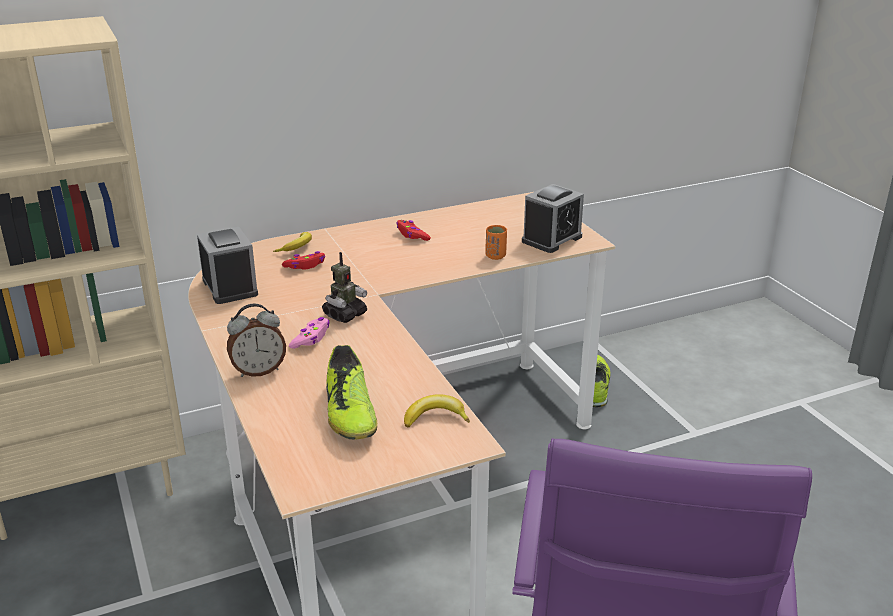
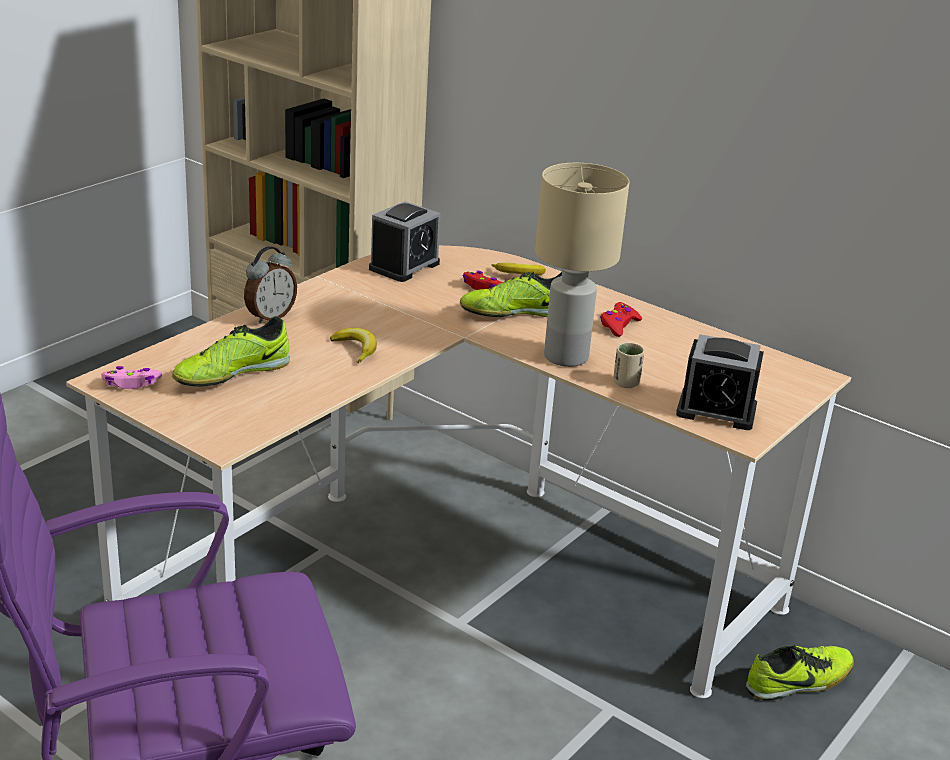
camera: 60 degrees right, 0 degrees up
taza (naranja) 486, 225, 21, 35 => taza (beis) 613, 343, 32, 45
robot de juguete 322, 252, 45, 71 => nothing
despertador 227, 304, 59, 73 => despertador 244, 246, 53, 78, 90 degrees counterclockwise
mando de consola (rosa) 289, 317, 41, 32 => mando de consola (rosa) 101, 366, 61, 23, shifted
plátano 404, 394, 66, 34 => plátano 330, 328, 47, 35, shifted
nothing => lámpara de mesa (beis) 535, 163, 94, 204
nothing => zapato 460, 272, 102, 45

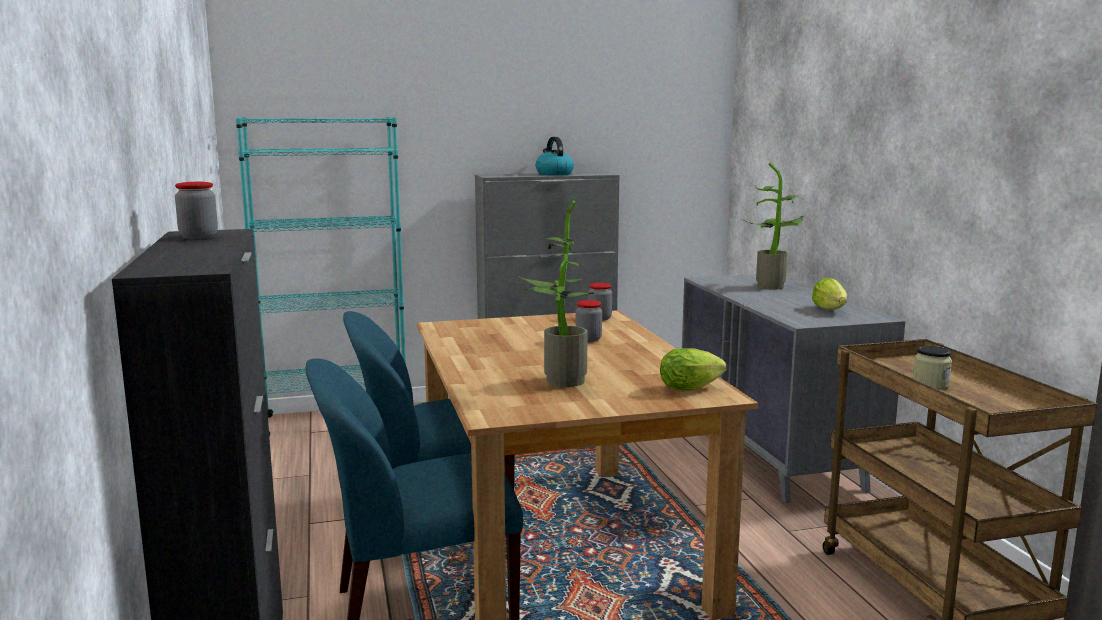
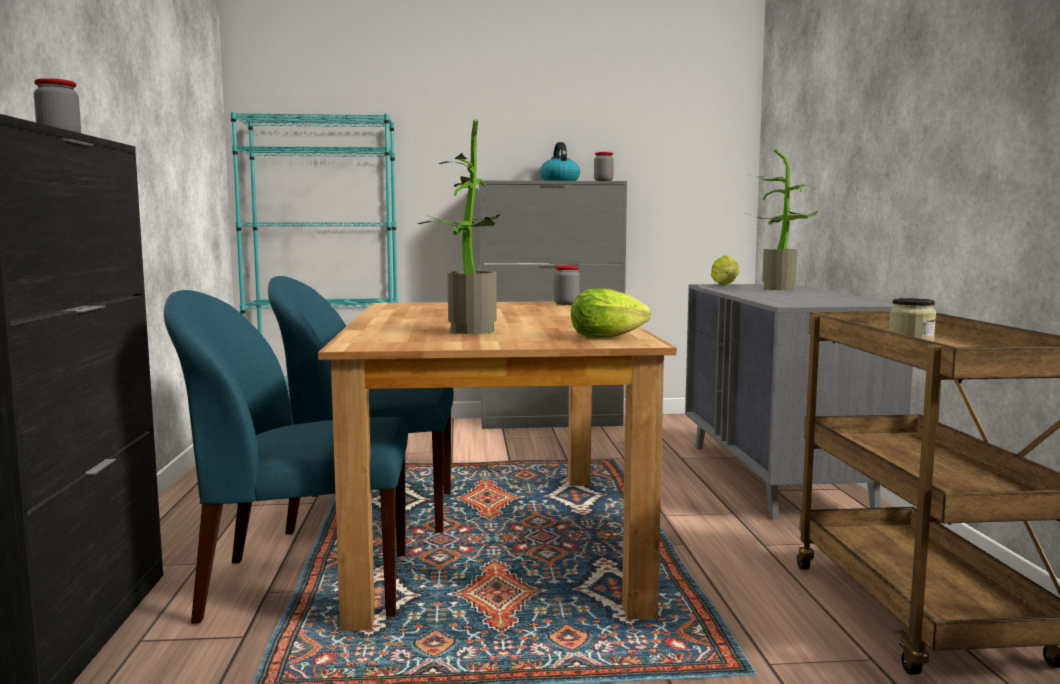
camera: 10 degrees right, 5 degrees down
lechuga 812, 278, 35, 32 => lechuga 711, 256, 29, 29, shifted
tarro 575, 300, 27, 42 => tarro 594, 152, 20, 29, shifted

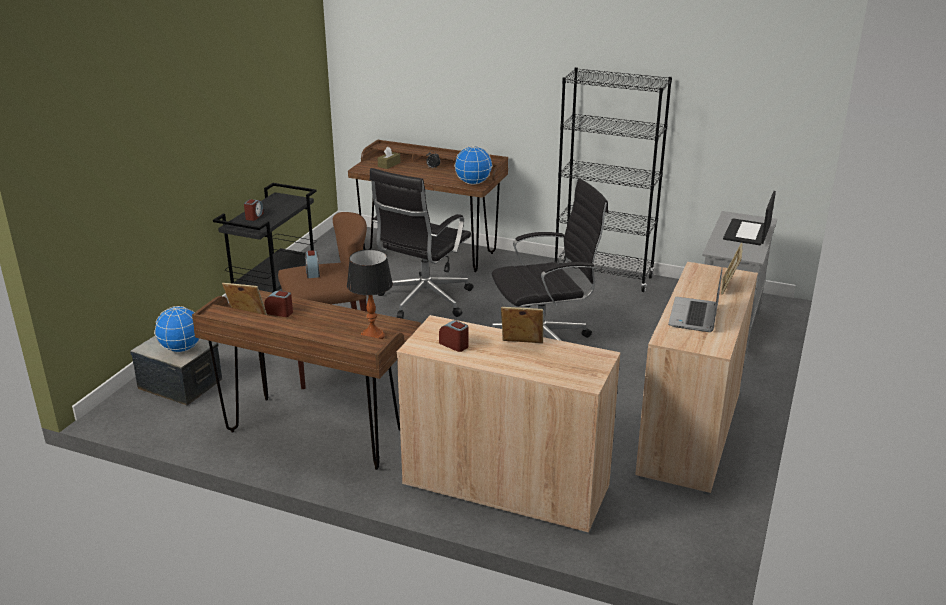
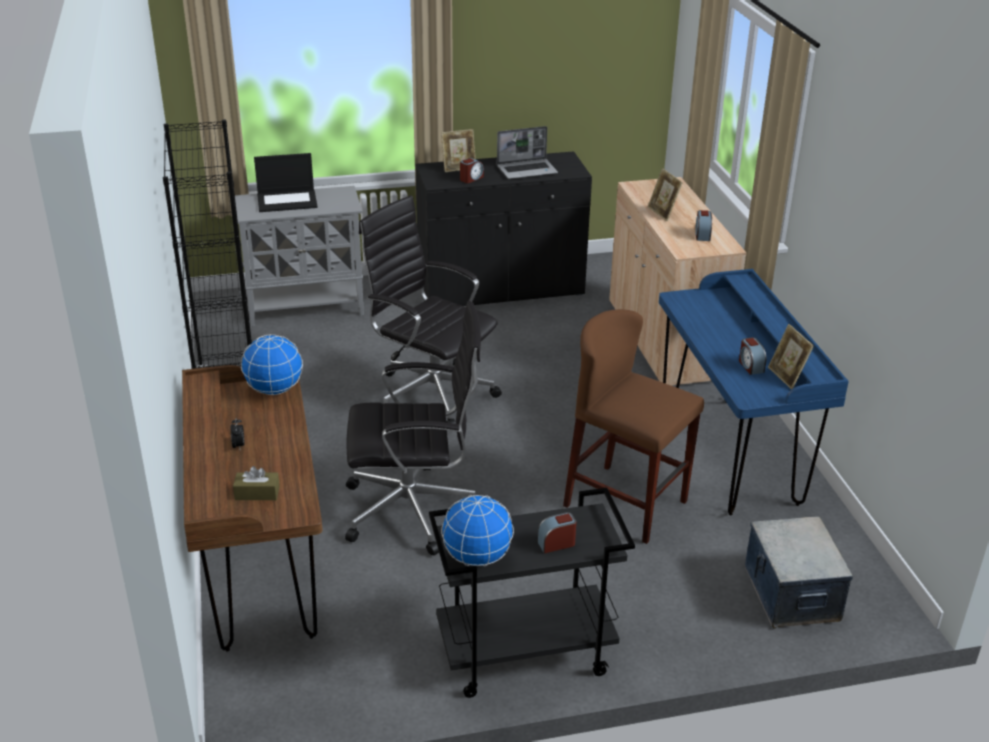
camera: 125 degrees left, 5 degrees up
lámpara de mesa 347, 249, 46, 90 => nothing
despertador 305, 250, 15, 28 => despertador 460, 158, 24, 25, shifted
armario (beis) 635, 262, 123, 233 => armario (negro) 415, 151, 177, 155
escritorio (marrón) 192, 290, 229, 180 => escritorio (azul) 659, 269, 190, 247
globo terráqueo 154, 306, 46, 47 => globo terráqueo 441, 495, 73, 71, shifted

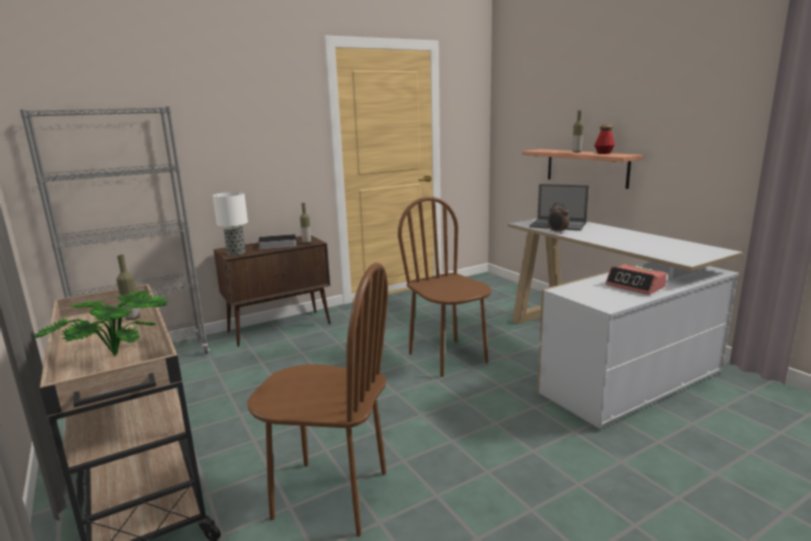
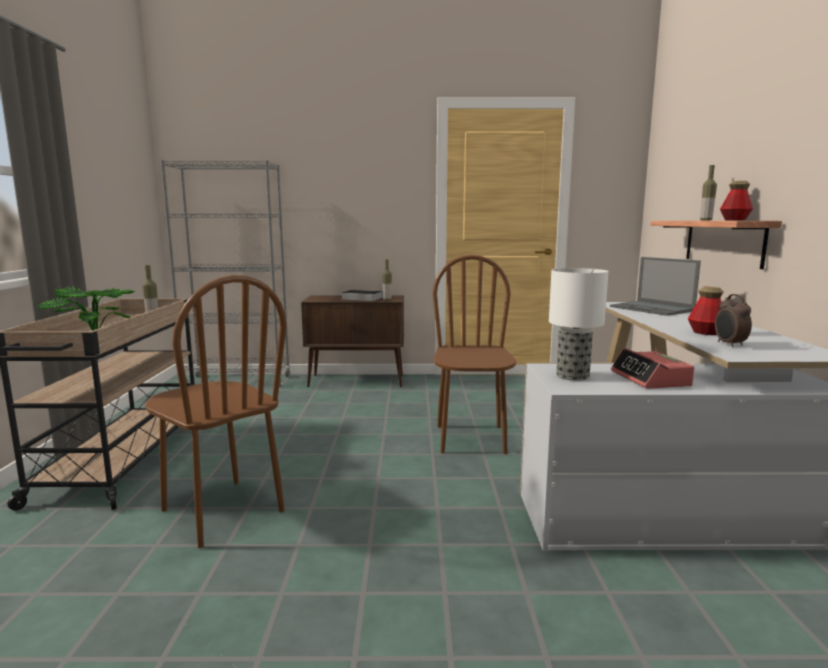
camera: 30 degrees right, 5 degrees down
lámpara de mesa 213, 192, 35, 64 => lámpara de mesa 549, 268, 59, 113, shifted
despertador 548, 203, 22, 31 => despertador 715, 294, 37, 53, shifted
nothing => botella 688, 286, 36, 49

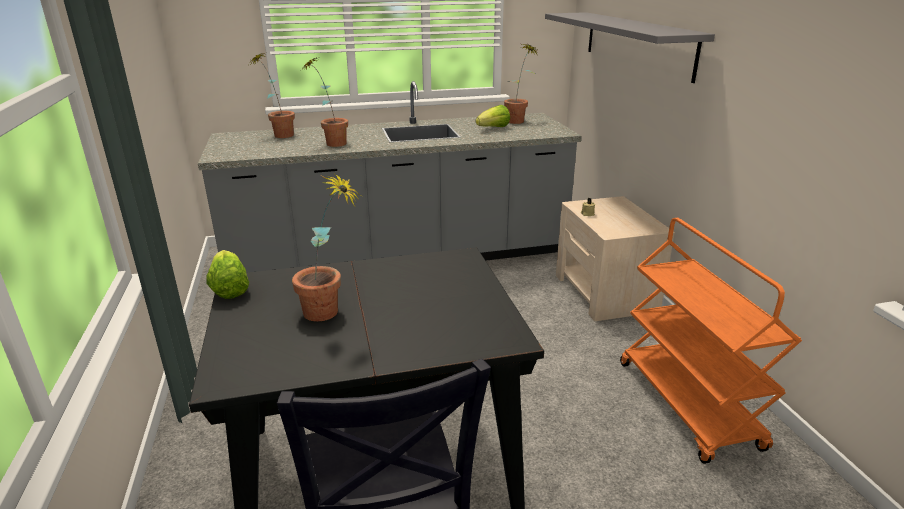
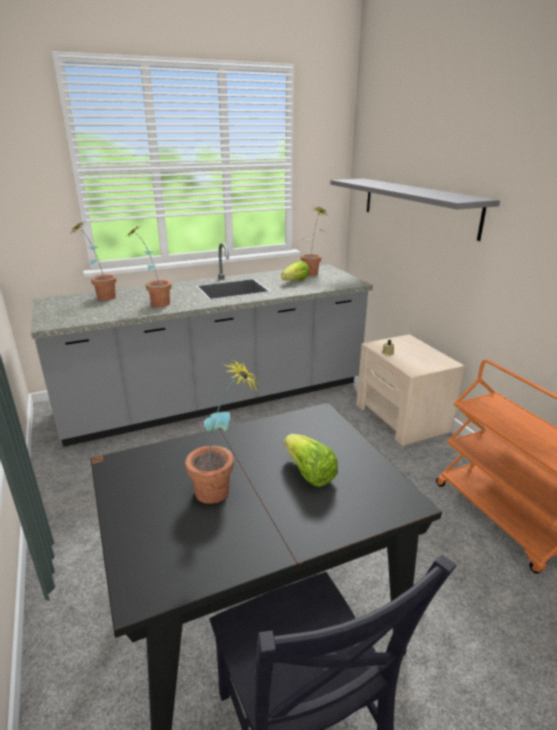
camera: 10 degrees left, 0 degrees up
lechuga 206, 250, 43, 49 => lechuga 284, 434, 54, 53, shifted

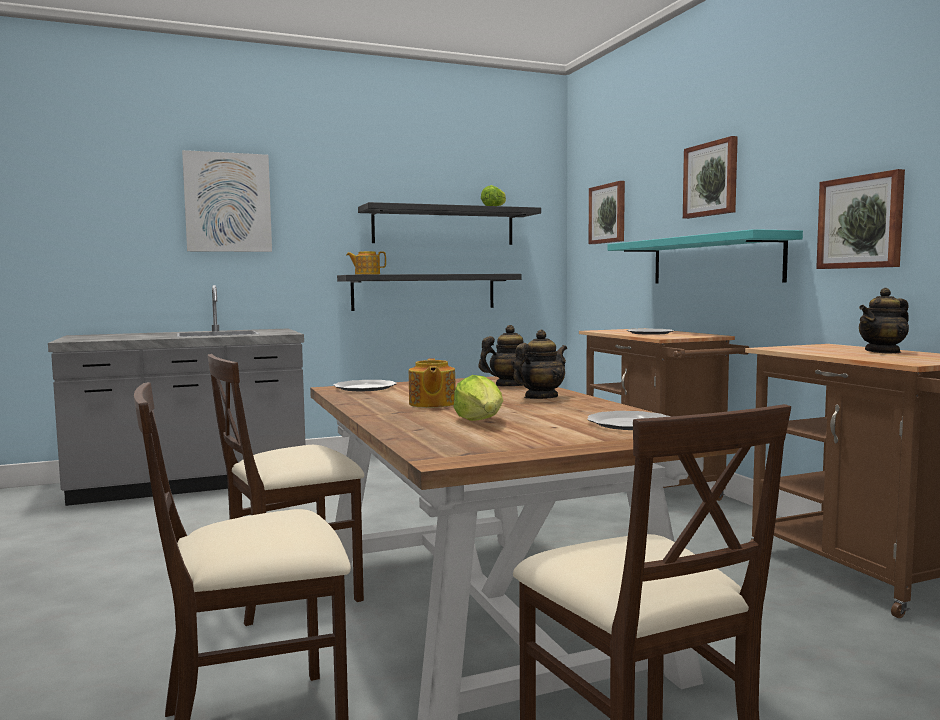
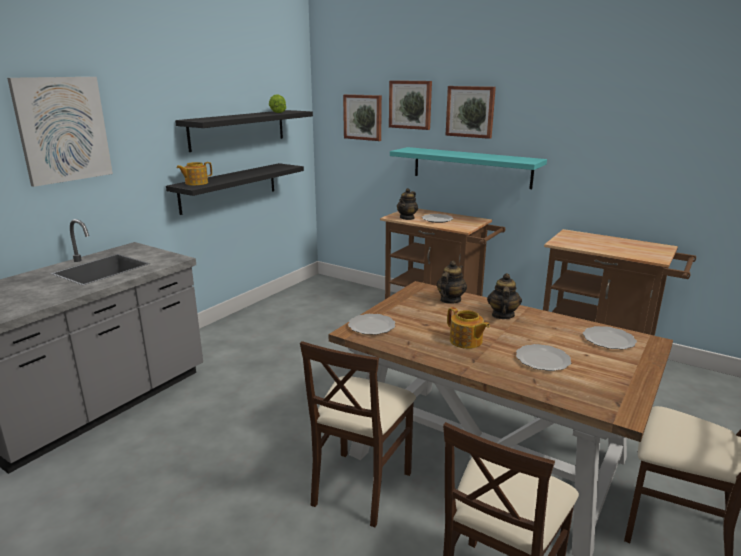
camera: 35 degrees left, 15 degrees up
cuadro 816, 169, 89, 100 => cuadro 389, 80, 43, 50, shifted
tetera 859, 288, 50, 65 => tetera 397, 188, 21, 32, shifted
lechuga 453, 375, 50, 46 => plato 516, 344, 55, 27

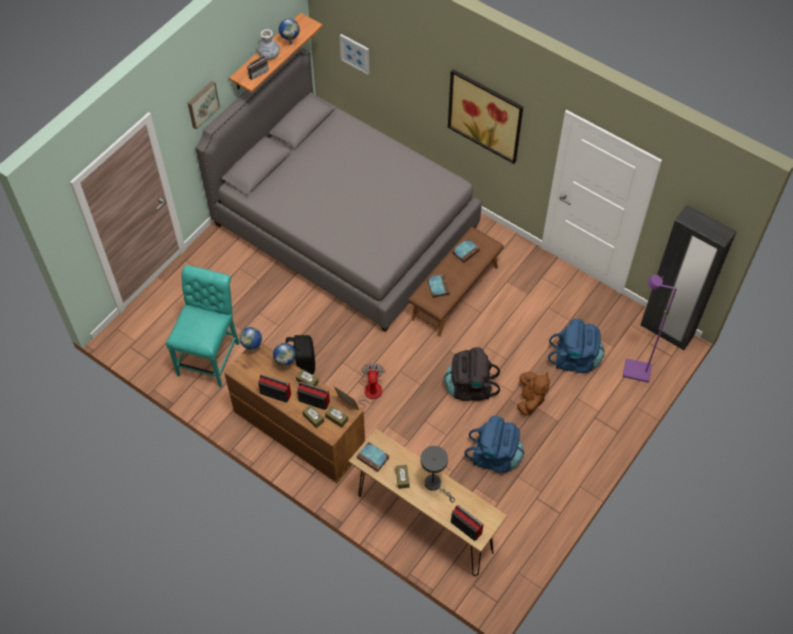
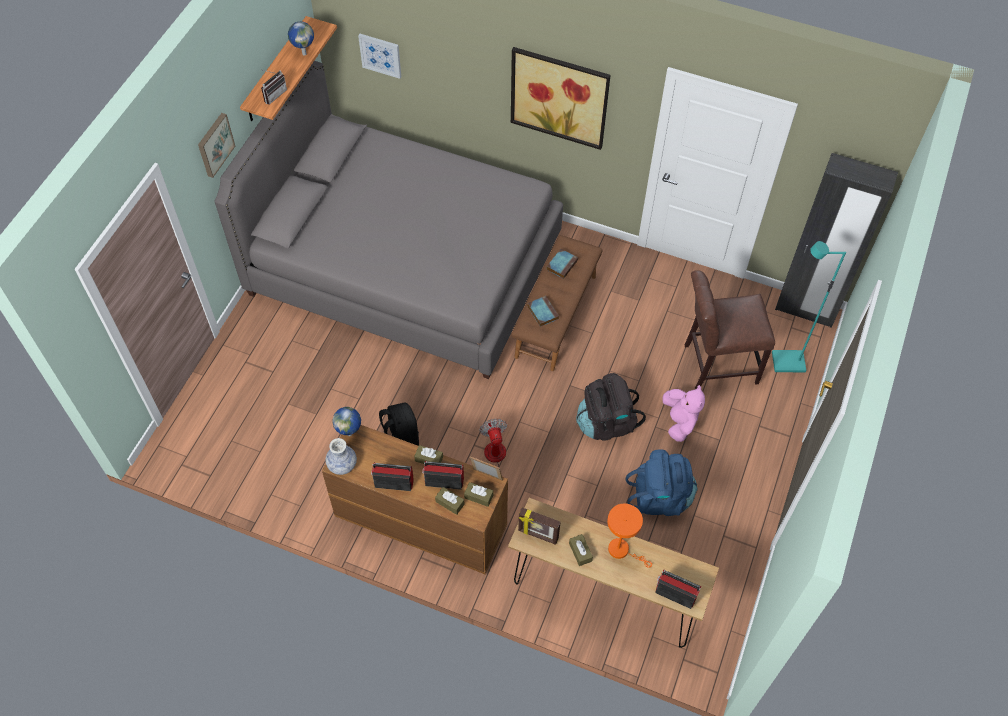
camera: 15 degrees left, 0 degrees up
florero 257, 29, 23, 31 => florero 326, 438, 31, 37, shifted
silla (turquesa) 166, 265, 74, 122 => nothing
lámpara de pie (morado) 623, 275, 54, 108 => lámpara de pie (turquesa) 772, 241, 74, 131
mochila (azul) 548, 319, 57, 54 => silla (marrón) 685, 270, 90, 119
globo terráqueo 273, 343, 23, 24 => nothing
peluche (marrón) 517, 372, 33, 44 => peluche (rosa) 662, 385, 43, 57
libro 357, 442, 32, 30 => portarretratos 518, 508, 43, 37
lámpara de mesa (gris) 420, 446, 35, 56 => lámpara de mesa (naranja) 607, 503, 45, 65

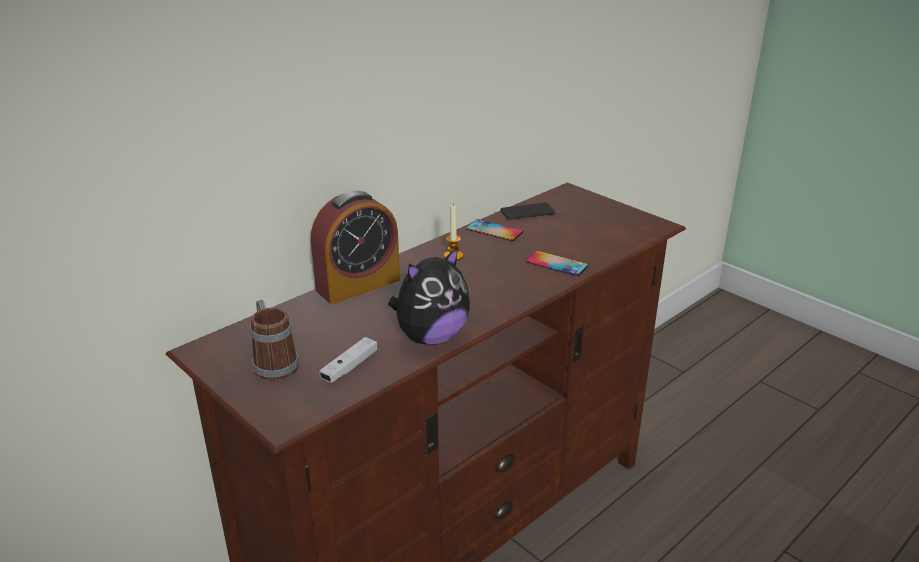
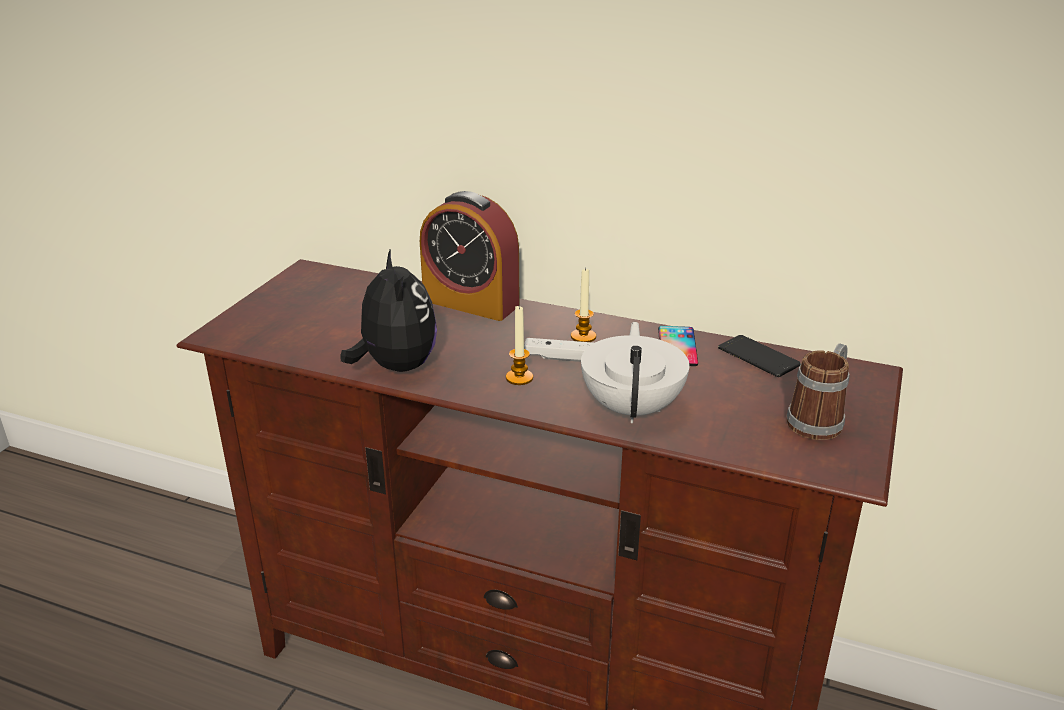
camera: 65 degrees right, 0 degrees up
peluche 388, 247, 82, 98 => peluche 340, 248, 97, 124, 135 degrees counterclockwise
móvil 526, 250, 62, 26 => tetera (blanco) 581, 322, 109, 101
taza grande 250, 300, 49, 81 => taza grande 787, 343, 63, 97, shifted
mando de consola (blanco) 319, 337, 58, 46 => mando de consola (blanco) 524, 338, 69, 24, shifted
nothing => vela 506, 306, 27, 79

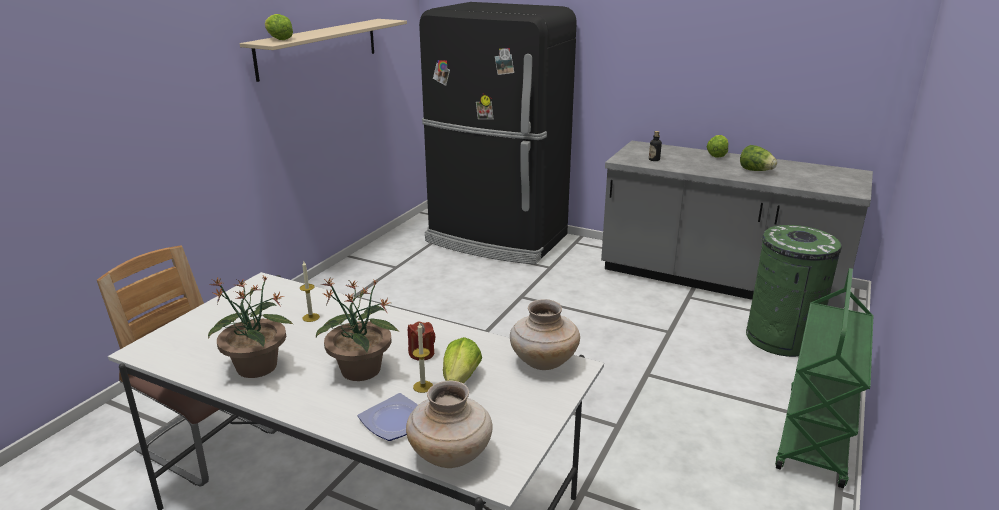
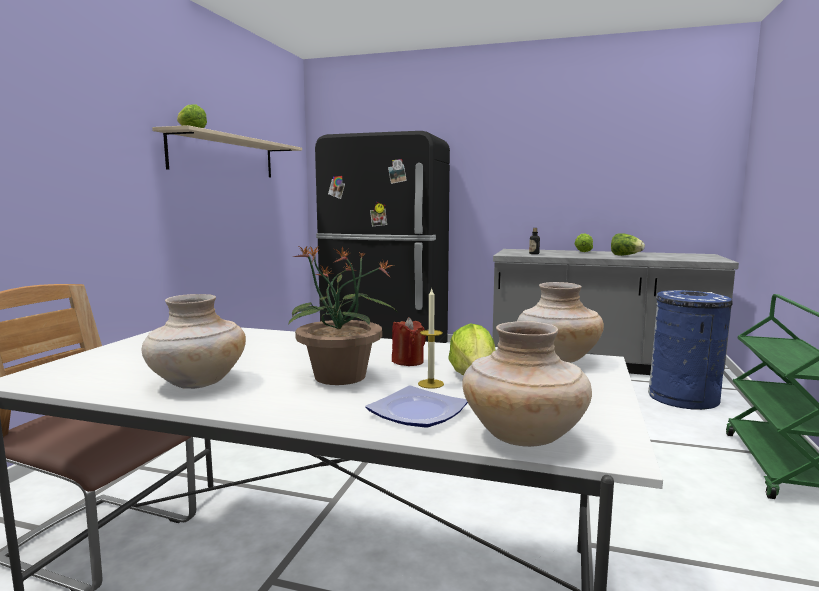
camera: 10 degrees left, 15 degrees down
papelera (verde) 746, 225, 96, 132 => papelera (azul) 648, 290, 85, 120
vela 300, 260, 20, 62 => nothing
planta en maceta 208, 276, 86, 102 => florero (beis) 142, 294, 104, 95

